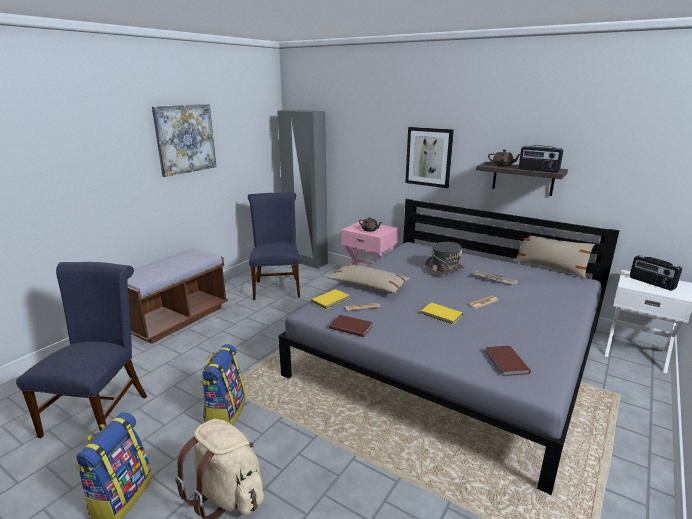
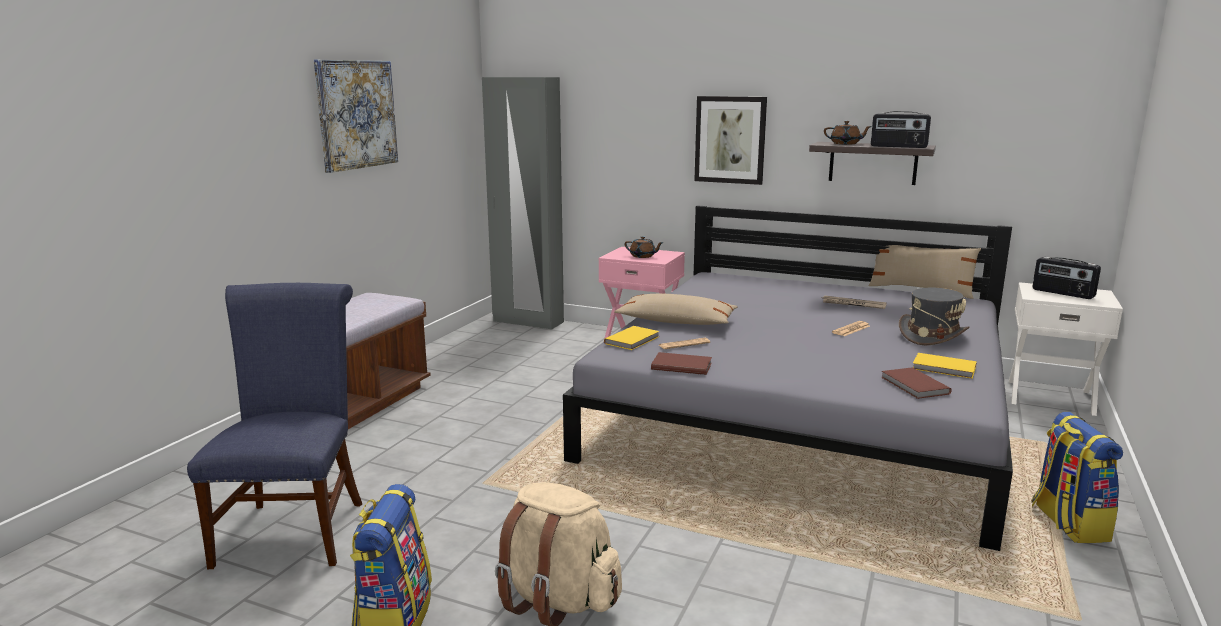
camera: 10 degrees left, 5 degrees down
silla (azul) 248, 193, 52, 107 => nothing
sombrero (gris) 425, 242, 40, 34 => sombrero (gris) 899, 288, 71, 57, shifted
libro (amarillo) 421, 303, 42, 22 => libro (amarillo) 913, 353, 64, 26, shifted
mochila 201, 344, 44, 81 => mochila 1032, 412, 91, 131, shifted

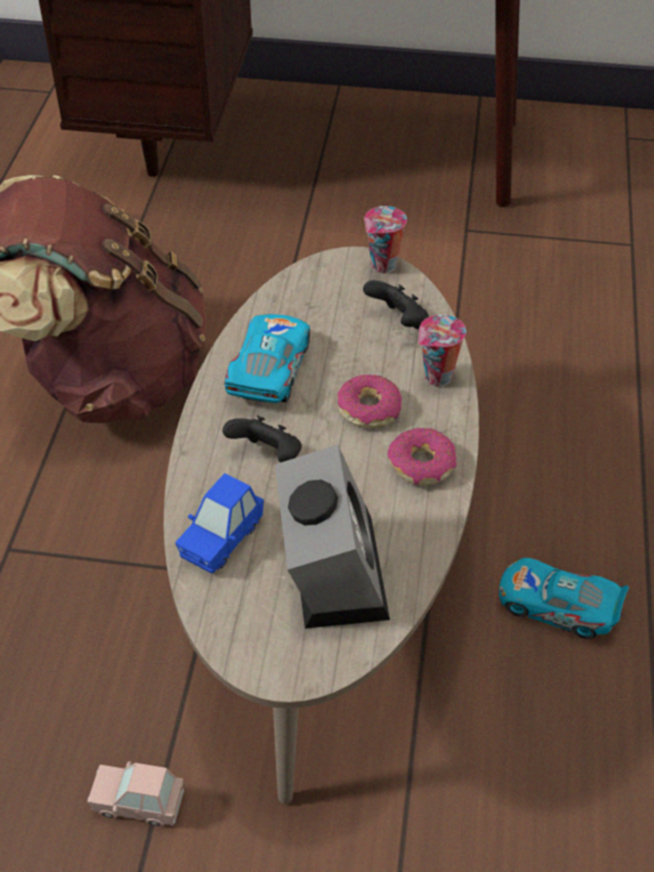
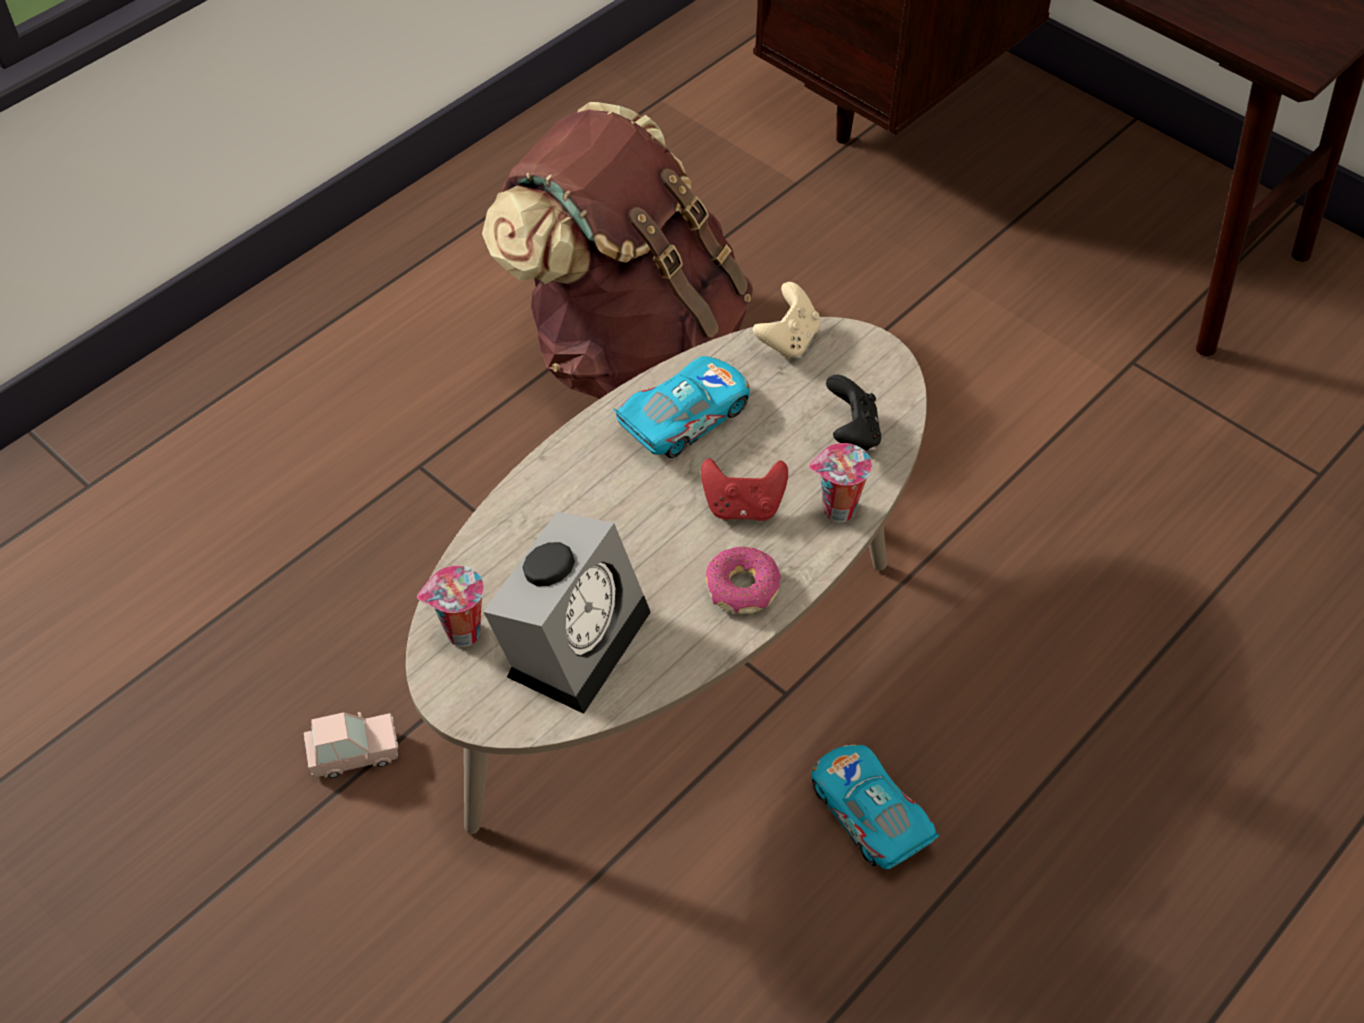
camera: 35 degrees right, 5 degrees up
taza 364, 206, 43, 67 => taza 417, 565, 67, 82, shifted
rosquilla 338, 375, 64, 53 => mando de consola (rojo) 701, 458, 87, 63
mando de consola (negro) 223, 416, 79, 46 => nothing
coche de juguete (azul) 175, 473, 89, 101 => nothing
coche de juguete (rosa) 87, 761, 97, 65 => coche de juguete (rosa) 304, 712, 94, 66, 120 degrees clockwise
nothing => mando de consola (beis) 753, 282, 66, 77

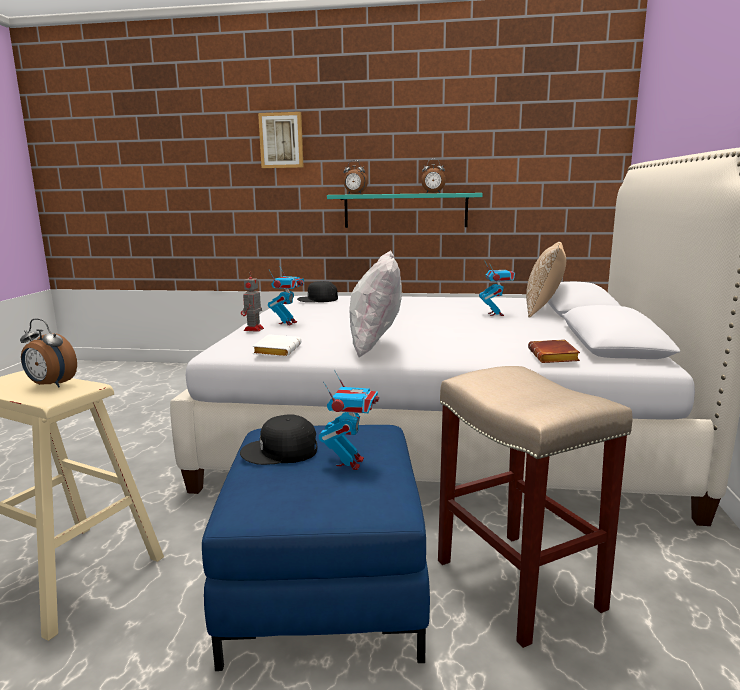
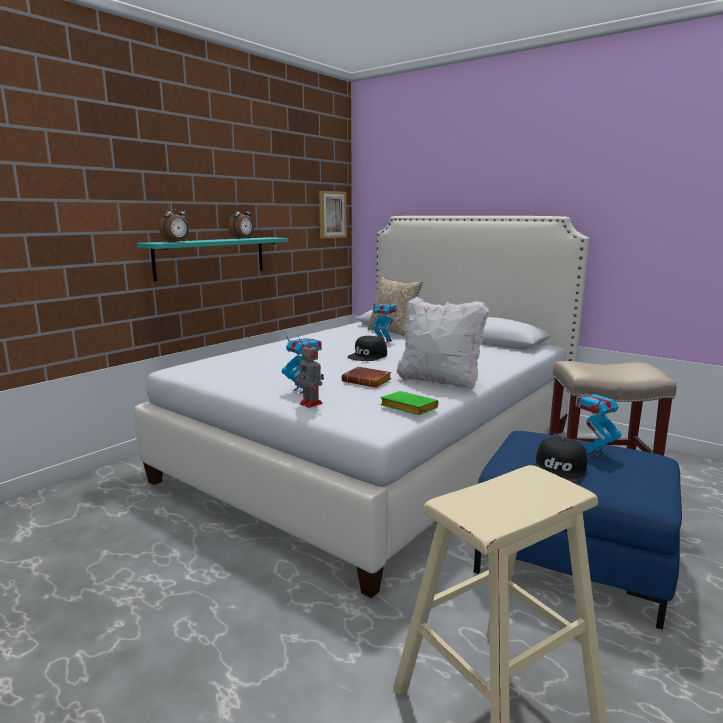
camera: 60 degrees left, 0 degrees up
cuadro 258, 112, 46, 56 => cuadro 319, 191, 28, 47, shifted
gorra (negro) 297, 281, 41, 21 => gorra (negro) 348, 336, 39, 25, shifted
despertador 20, 318, 57, 69 => nothing
libro (blanco) 253, 334, 48, 23 => libro (verde) 380, 391, 58, 24
libro (marrón) 528, 339, 52, 24 => libro (marrón) 342, 367, 50, 21, shifted
robot de juguete 319, 370, 60, 100 => robot de juguete 575, 390, 48, 67, 75 degrees counterclockwise

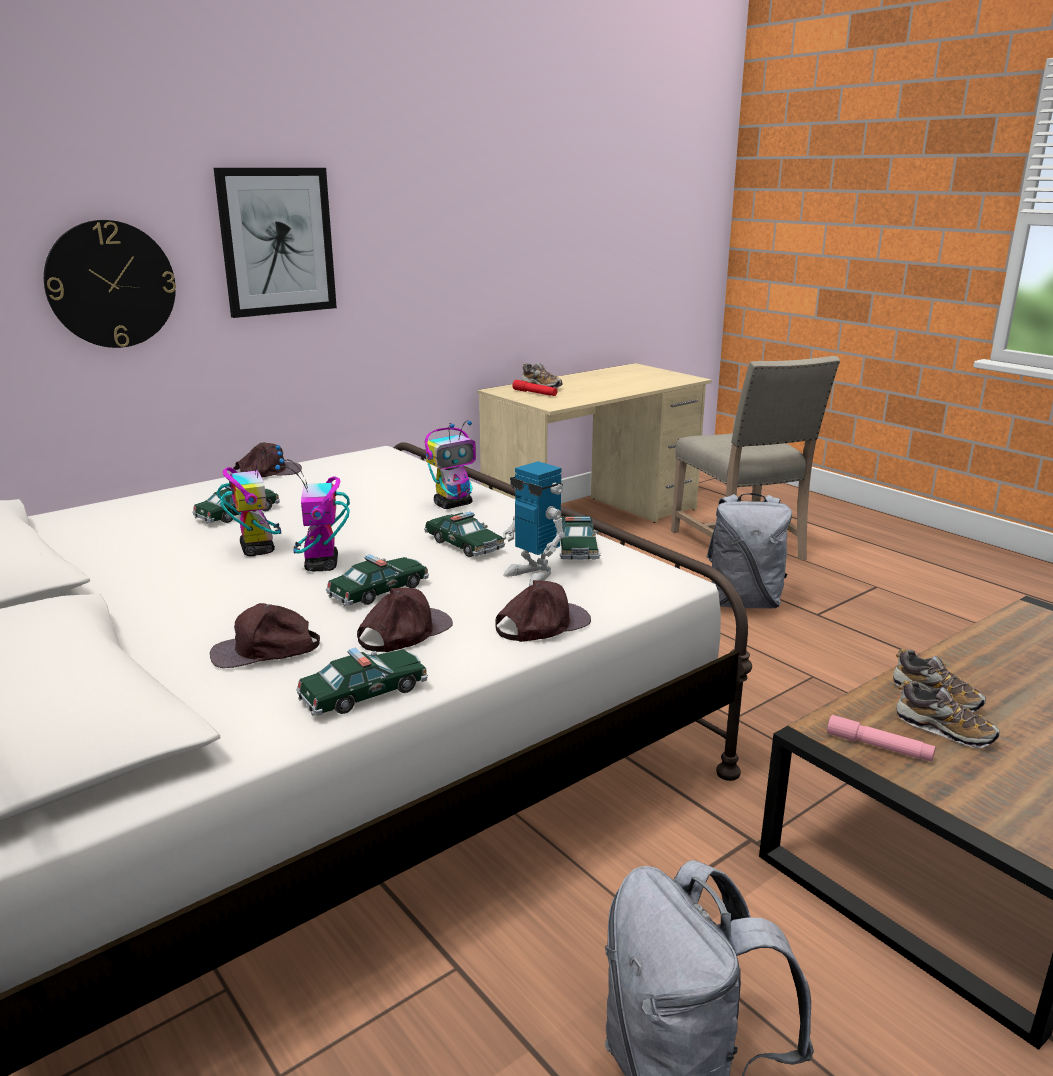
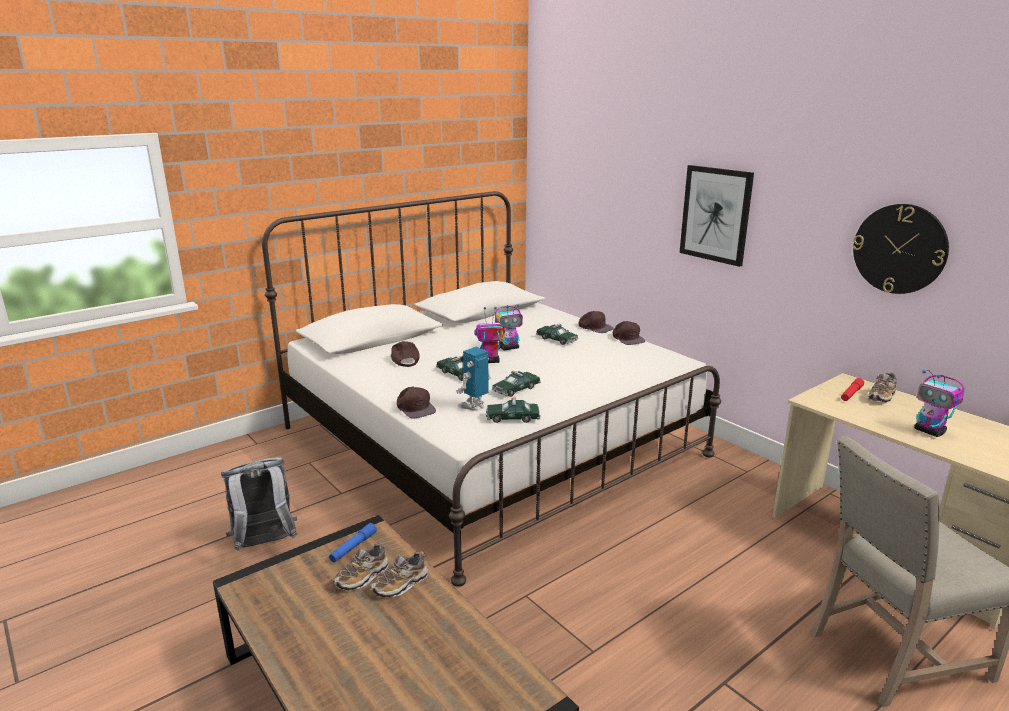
camera: 90 degrees right, 0 degrees up
reloj de pared 44, 220, 132, 128 => reloj de pared 853, 204, 96, 90, shifted
robot de juguete 425, 420, 51, 89 => robot de juguete 914, 370, 51, 67, shifted
mochila (gris) 704, 493, 88, 116 => nothing
gorra (marrón) 357, 588, 96, 64 => gorra (marrón) 578, 311, 36, 22, shifted
coche de juguete 296, 648, 132, 68 => nothing
linterna (rosa) 827, 715, 109, 47 => linterna (azul) 329, 523, 48, 39

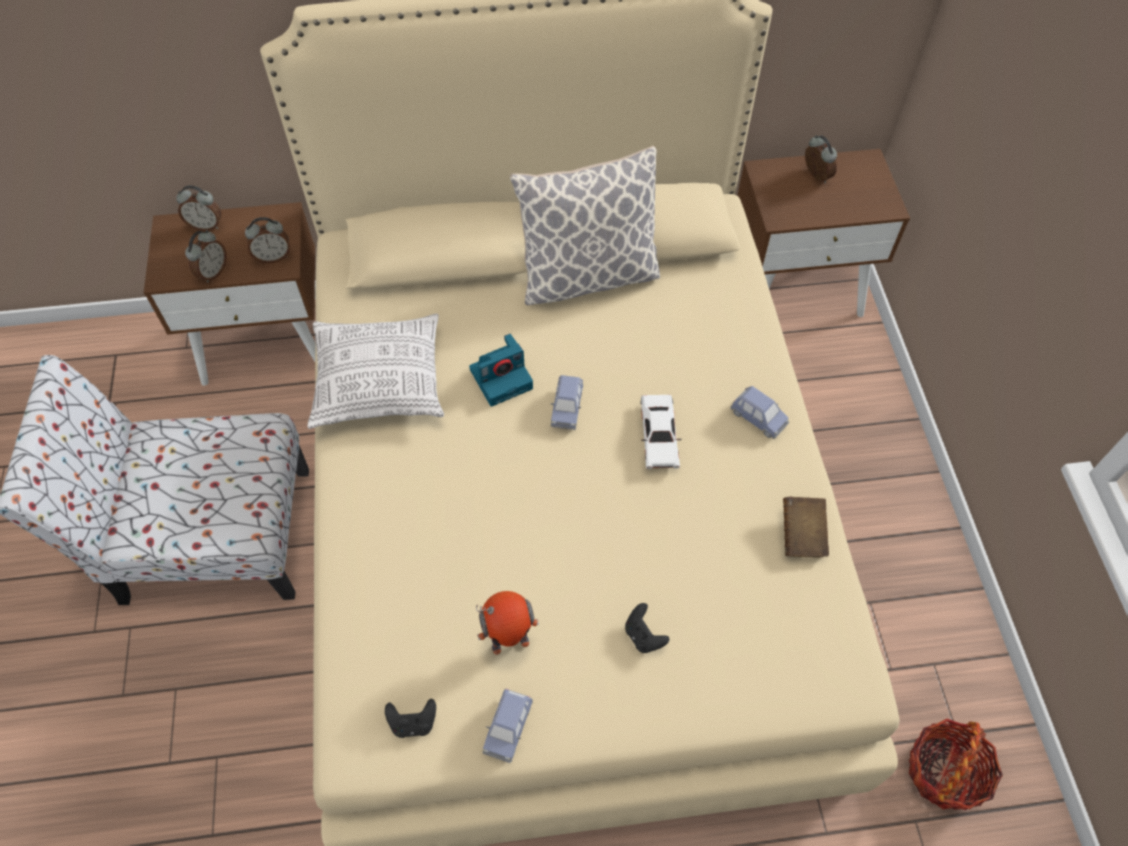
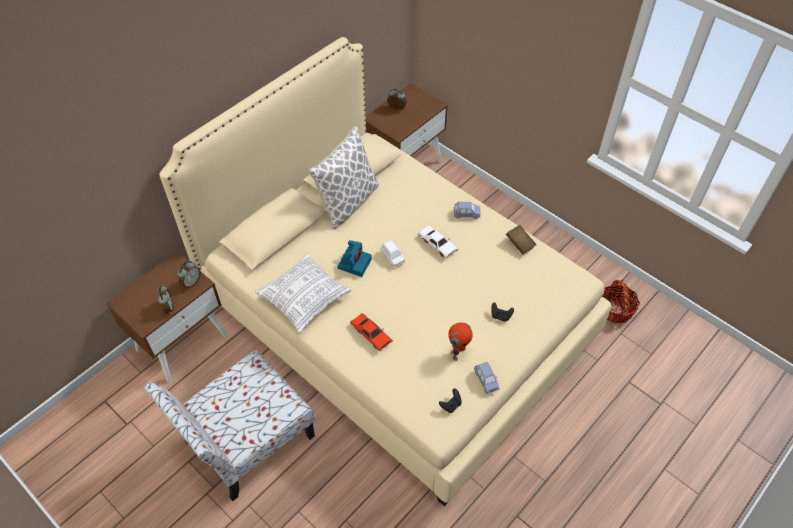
camera: 40 degrees left, 5 degrees down
despertador 176, 185, 46, 46 => nothing
coche de juguete (azul) 551, 375, 32, 55 => coche de juguete (blanco) 381, 240, 24, 28
nothing => coche de juguete (rojo) 350, 313, 43, 38

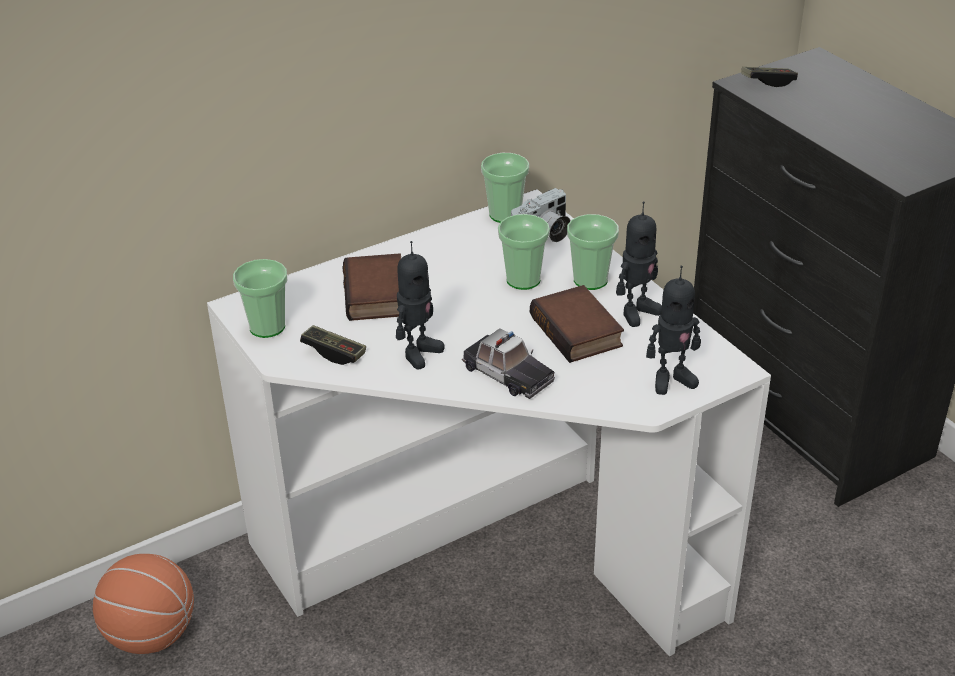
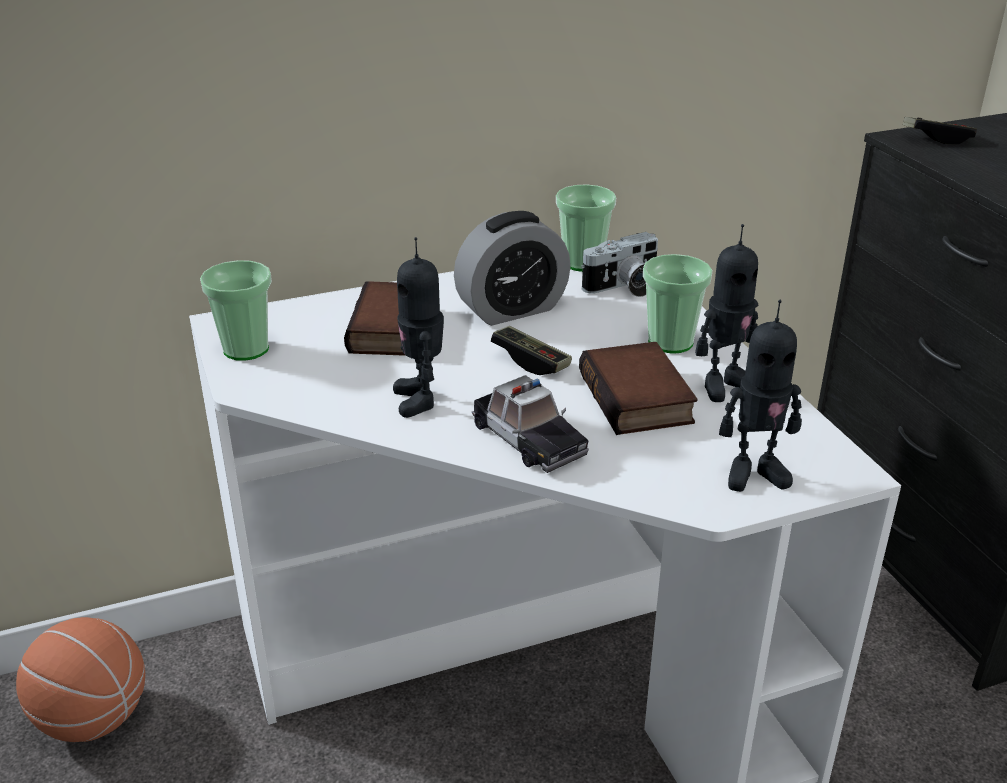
camera: 10 degrees right, 5 degrees down
taza 498, 214, 52, 76 => nothing
robot de juguete 396, 241, 49, 129 => robot de juguete 393, 237, 51, 181, 120 degrees clockwise
mando de consola 300, 325, 66, 40 => mando de consola 491, 326, 81, 49, shifted
nothing => despertador 454, 211, 116, 115

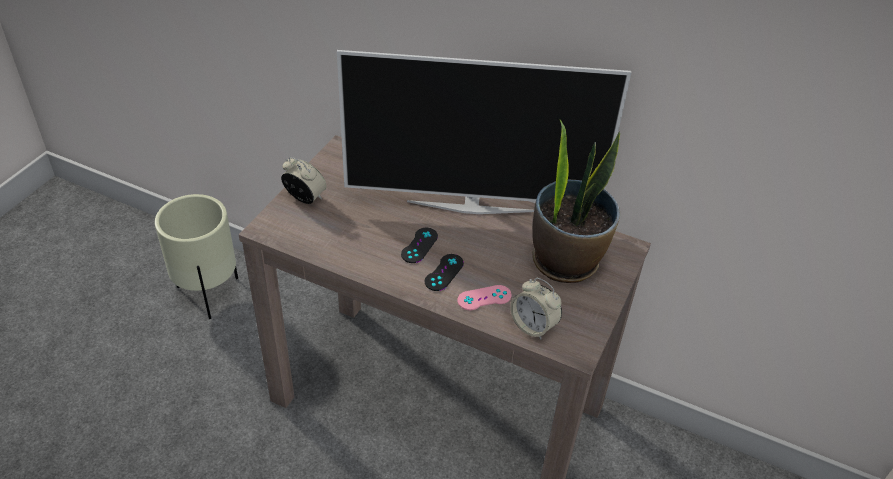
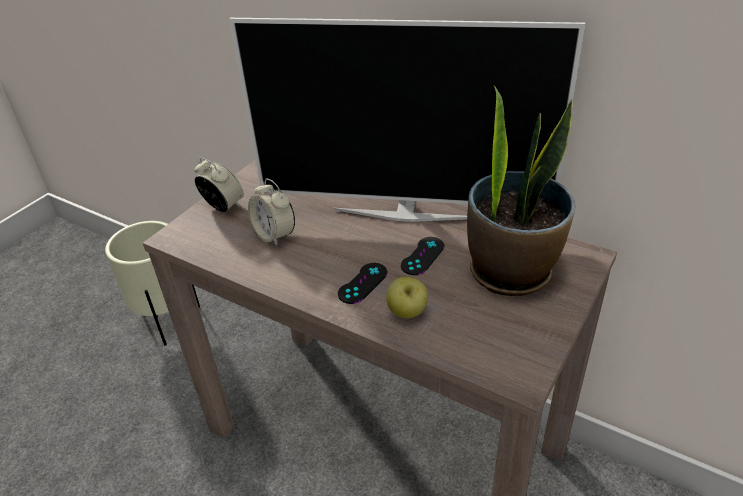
camera: 10 degrees right, 5 degrees down
mando de consola (negro) 401, 228, 37, 35 => mando de consola (negro) 401, 237, 43, 38, shifted
despertador 510, 278, 52, 62 => despertador 248, 178, 47, 68, shifted
mando de consola (rosa) 457, 285, 54, 25 => manzana 386, 277, 42, 41

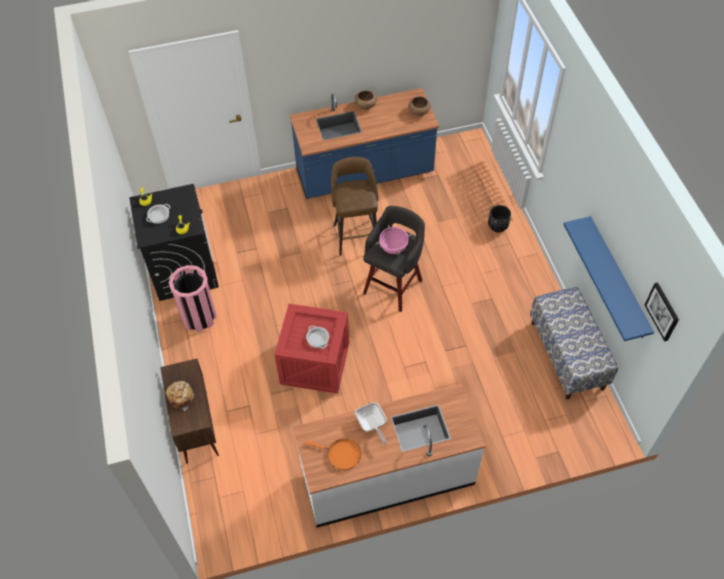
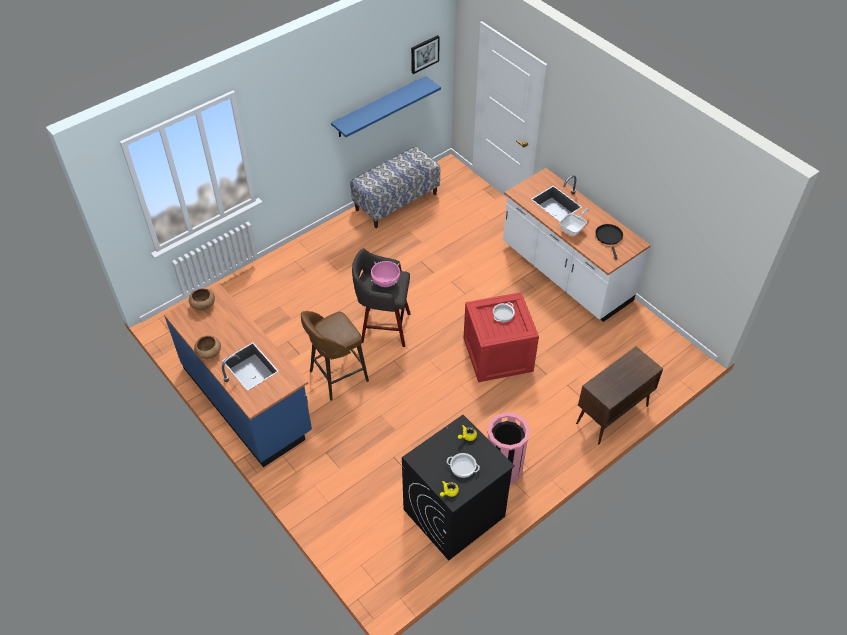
camera: 115 degrees left, 5 degrees down
maceta (negro) 488, 205, 23, 28 => nothing
pan 166, 381, 29, 30 => nothing
sartén (naranja) 305, 439, 56, 31 => sartén (negro) 595, 224, 28, 36

